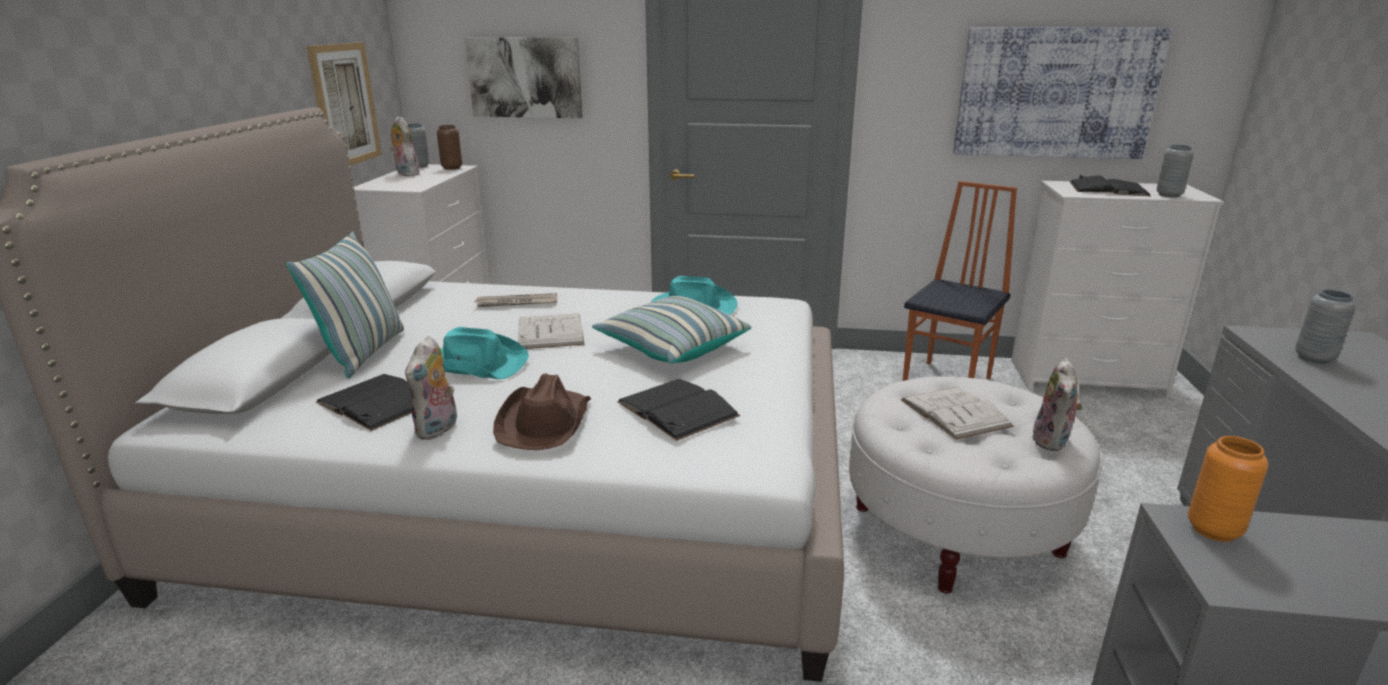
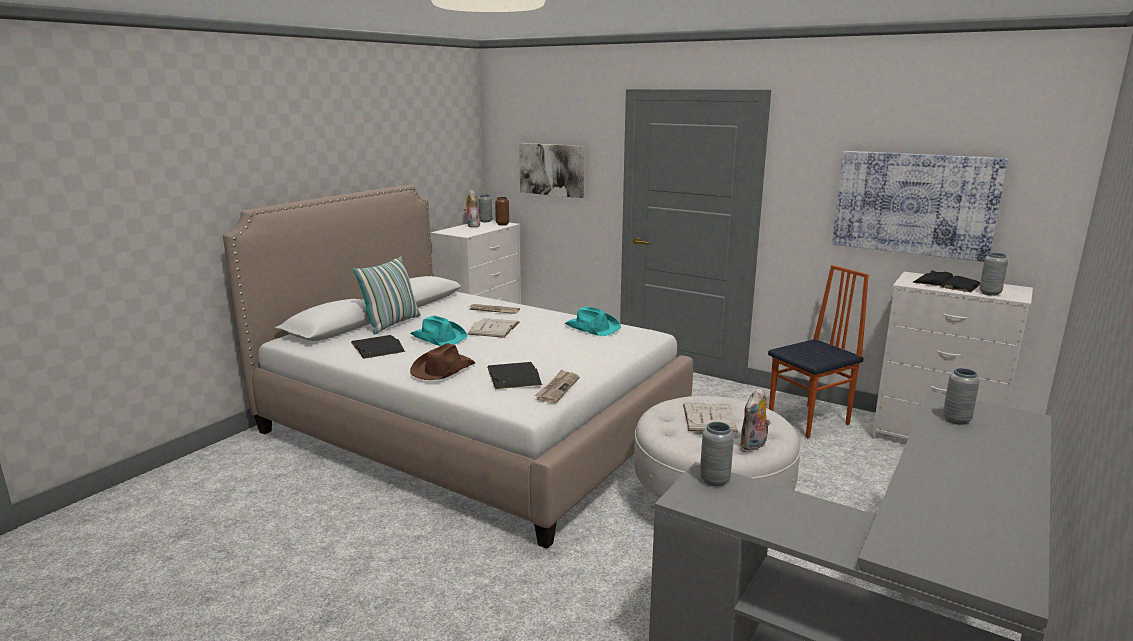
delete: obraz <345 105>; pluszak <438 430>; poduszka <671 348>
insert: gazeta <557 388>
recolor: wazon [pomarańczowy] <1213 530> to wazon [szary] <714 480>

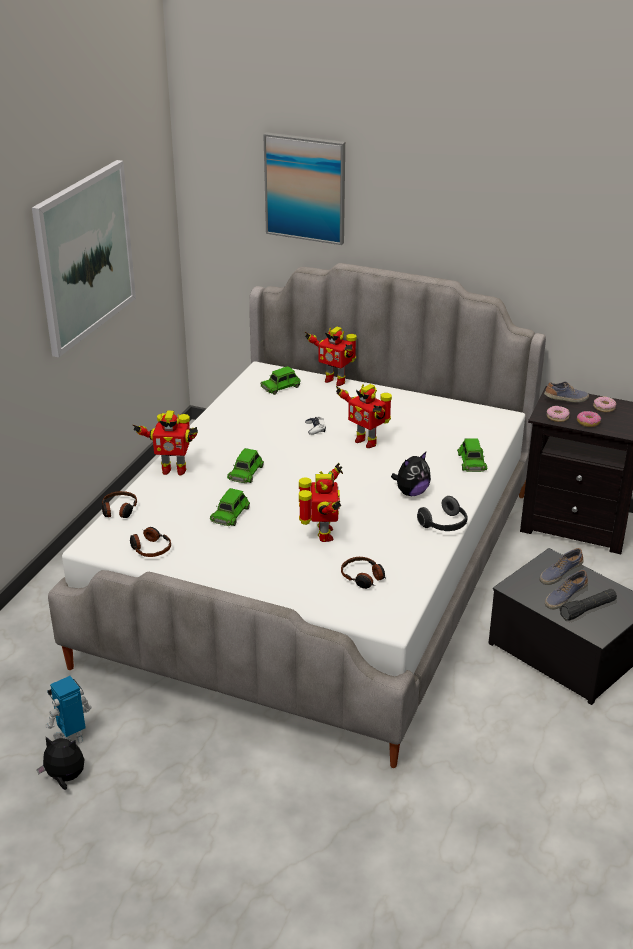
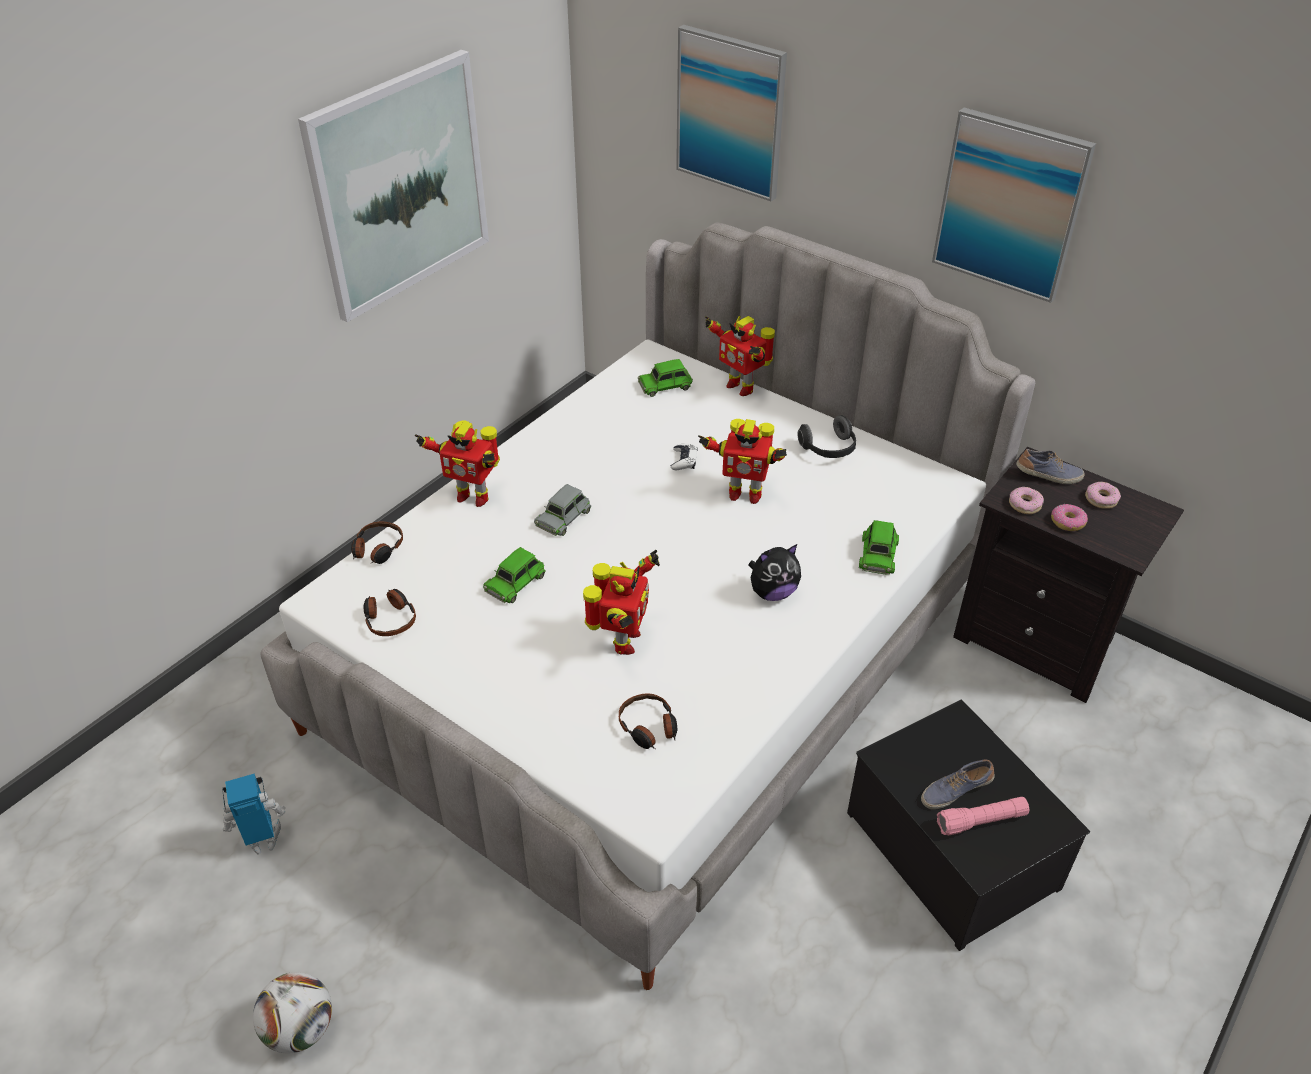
delete: pluszak <65 778>; but <560 573>
insert: piłka futbolowa <300 1028>; obraz <1010 204>
move: słuchawki <444 525> to <829 449>
recolor: samochodzik [zielony] <246 472> to samochodzik [szary] <563 517>; latarka [czarny] <587 610> to latarka [różowy] <981 821>
rotate: robot zabawkowy <366 441> = <744 494> 45 degrees counterclockwise

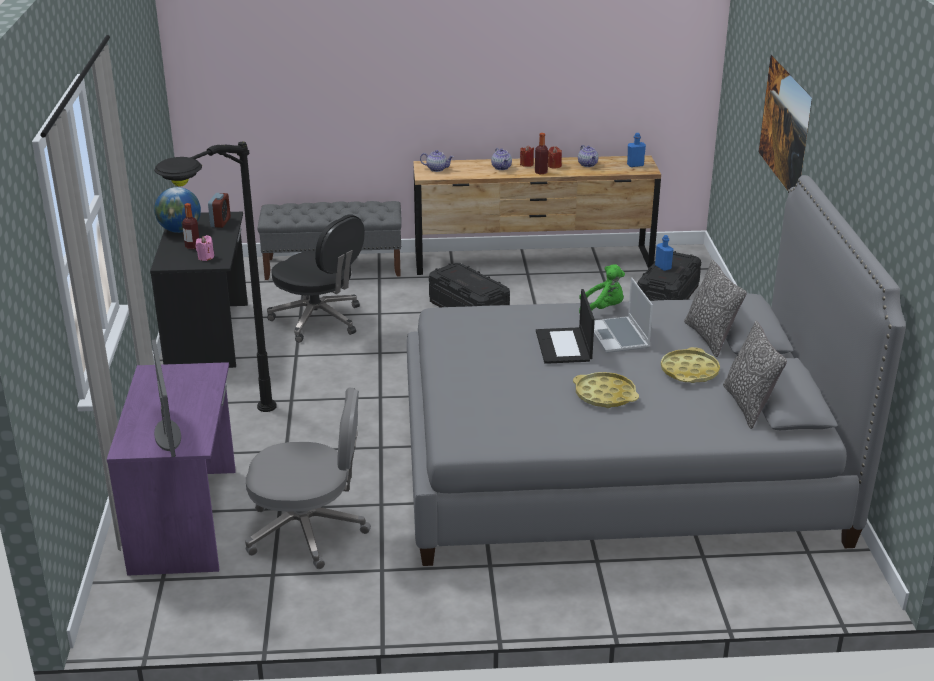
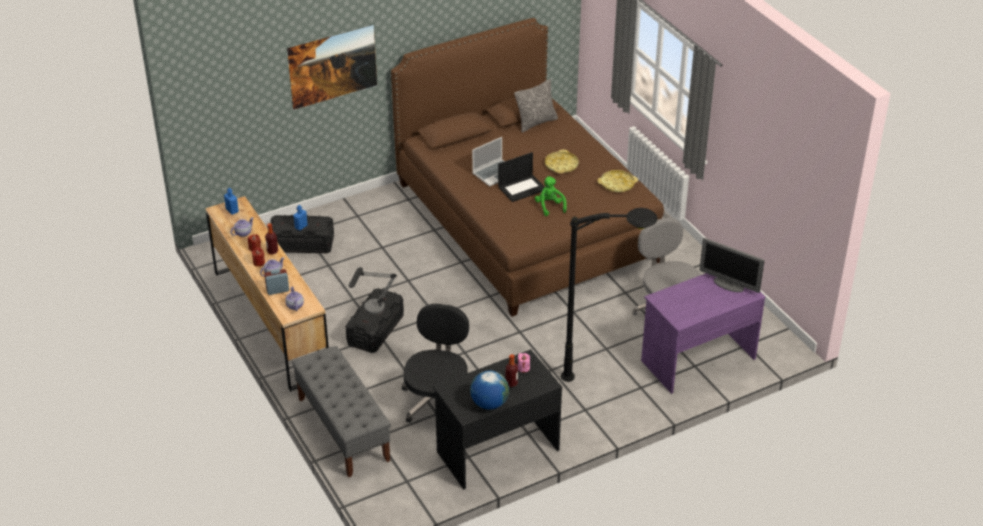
delete: poduszka <710 338>
insert: lampa stołowa <371 311>
move: budzik <220 222> to <277 290>; pluszak [zielony] <603 309> to <549 206>; taca [żółty] <689 371> to <617 184>
recolor: łóżko [szary] <616 466> to łóżko [brązowy] <526 221>
rotate: monitor <167 435> = <729 285> 105 degrees counterclockwise

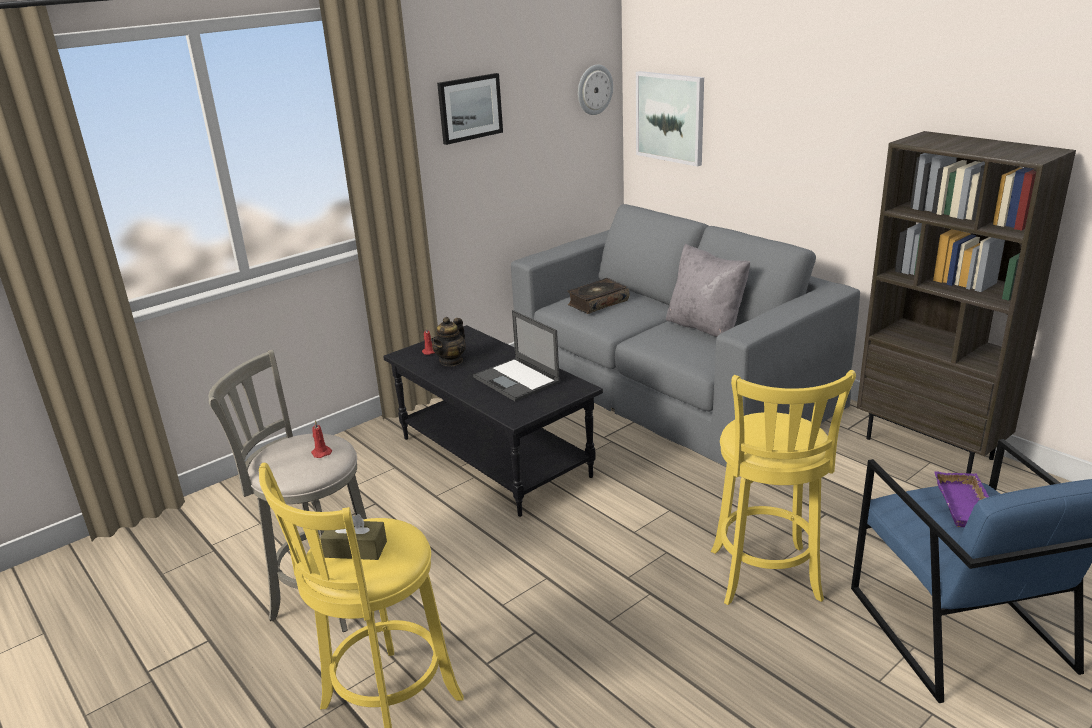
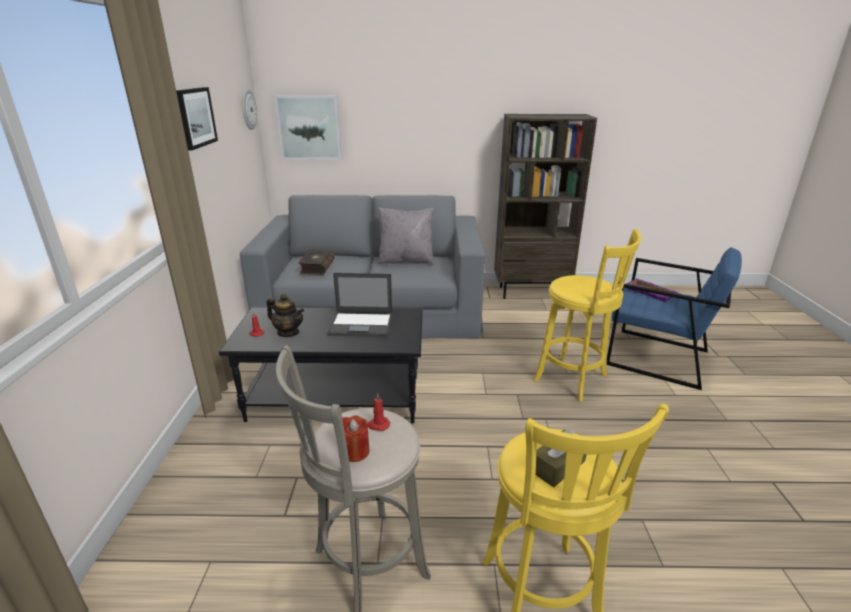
insert: świeca [czerwony] <355 452>
rotate: imbryk <451 361> = <288 332> 45 degrees counterclockwise

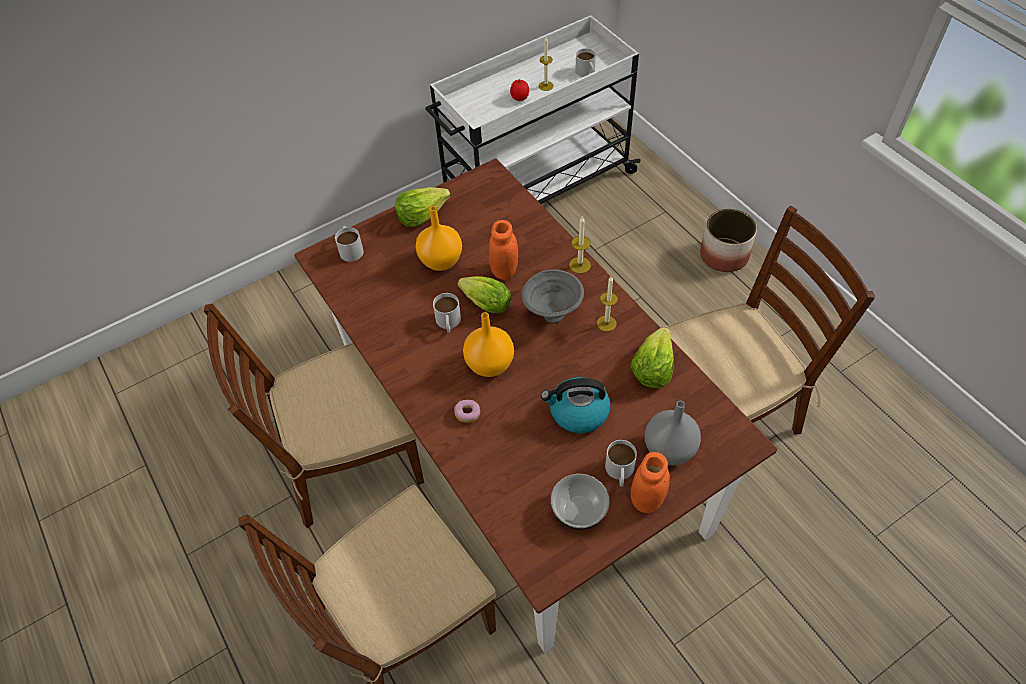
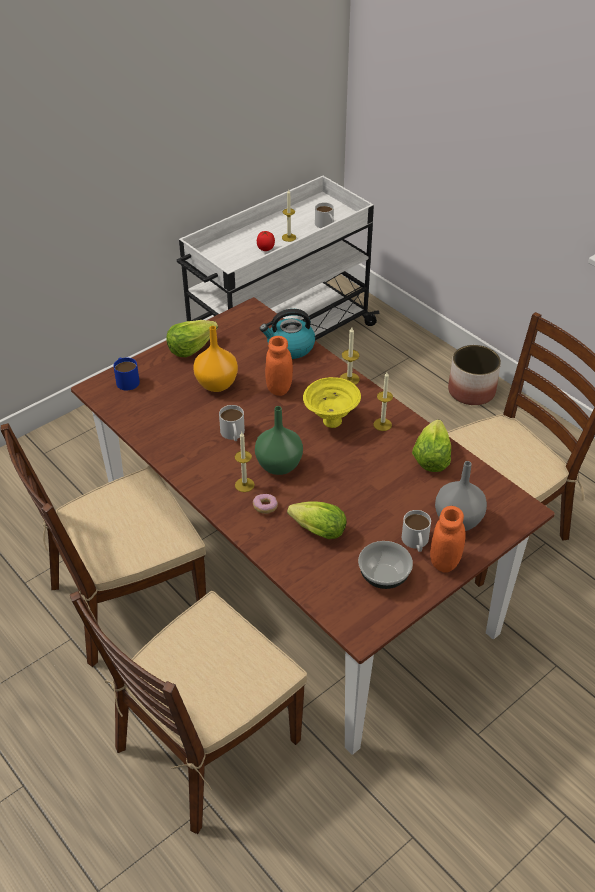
insert: świeca <244 485>
move: sałata <484 303> to <315 530>; czajnik <578 412> to <290 347>
recolor: kubek [biały] <350 248> to kubek [niebieski] <126 379>; wazon [pomarańczowy] <489 365> to wazon [zielony] <278 466>; miska [szary] <552 316> to miska [żółty] <330 422>

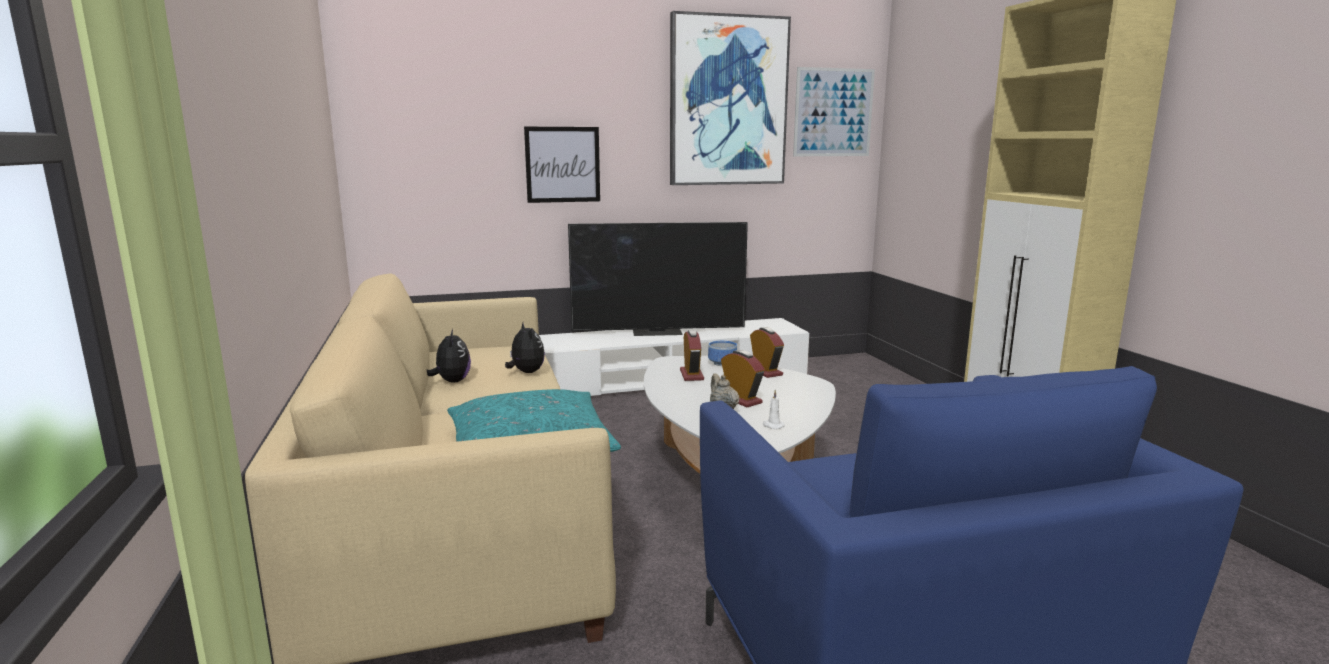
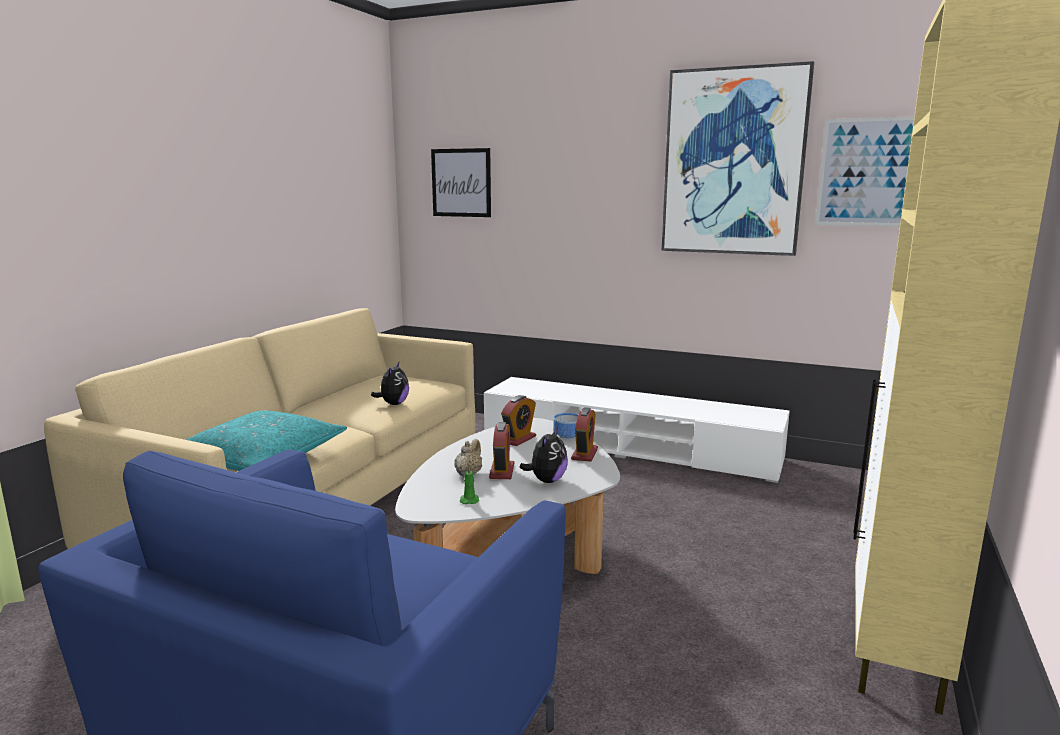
delete: telewizor <658 332>
move: pluszak <452 381> to <547 480>; obraz <562 164> to <461 183>
recolor: świeca [biały] <772 426> to świeca [zielony] <469 500>

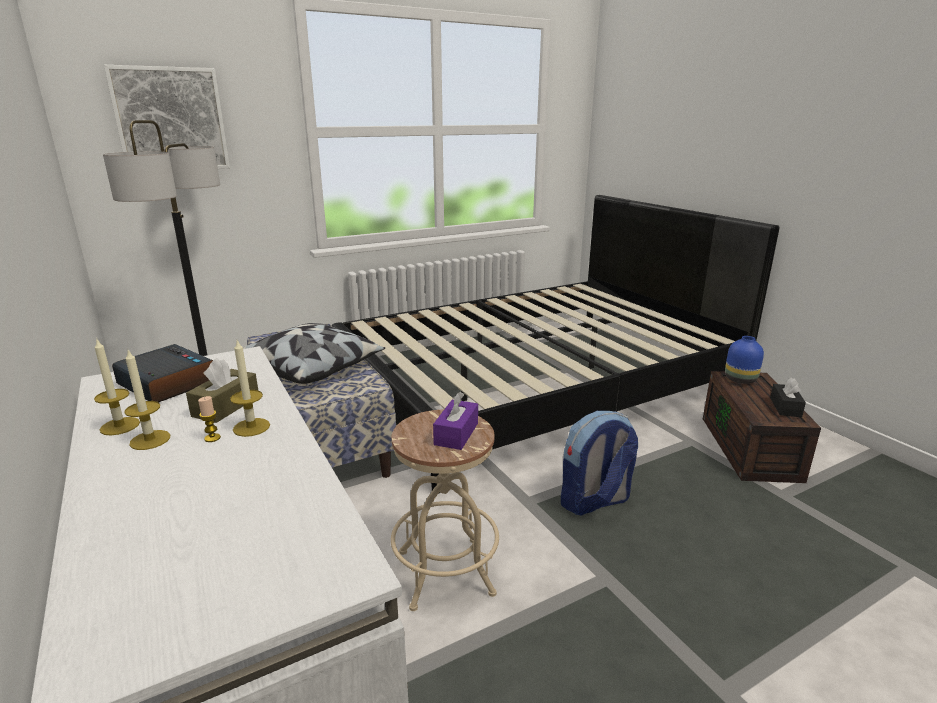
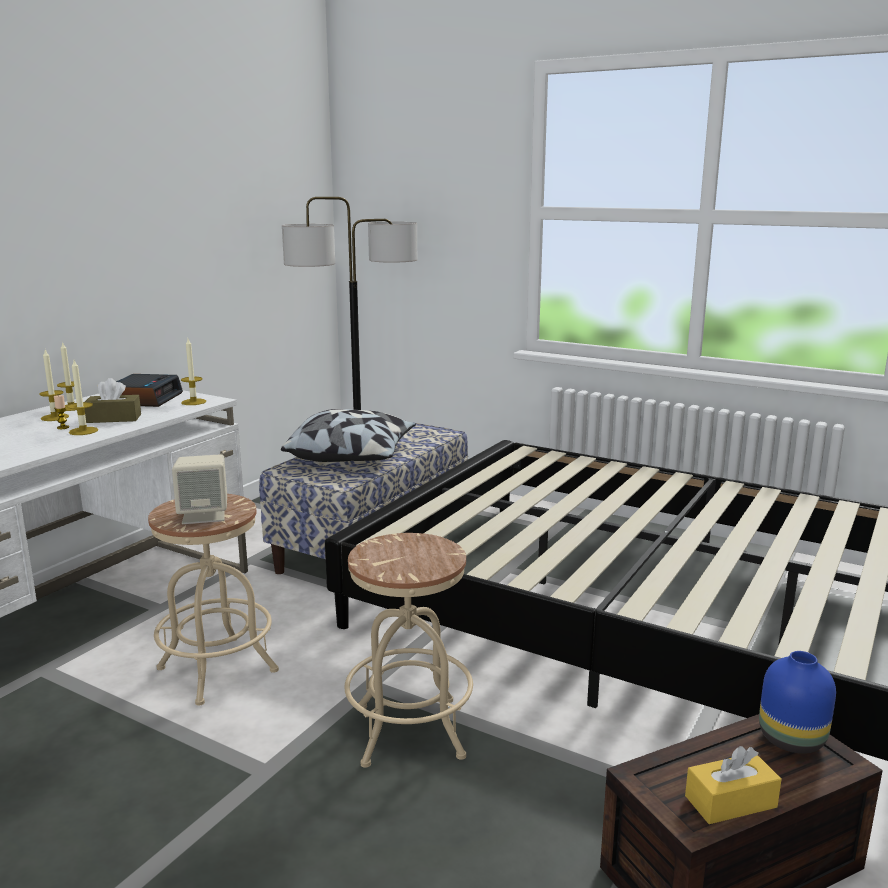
delete: obraz <170 120>
insert: świeca <193 402>
replace: pudełko chusteczek [fioletowy] <456 434> to głośnik [beżowy] <204 515>; plecak <594 502> to stołek [beżowy] <409 731>
recolor: pudełko chusteczek [czarny] <785 407> to pudełko chusteczek [żółty] <730 801>

